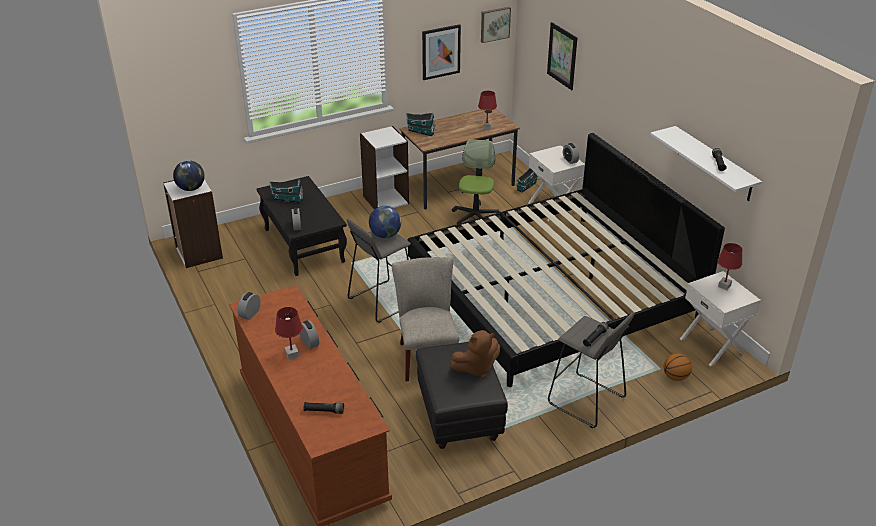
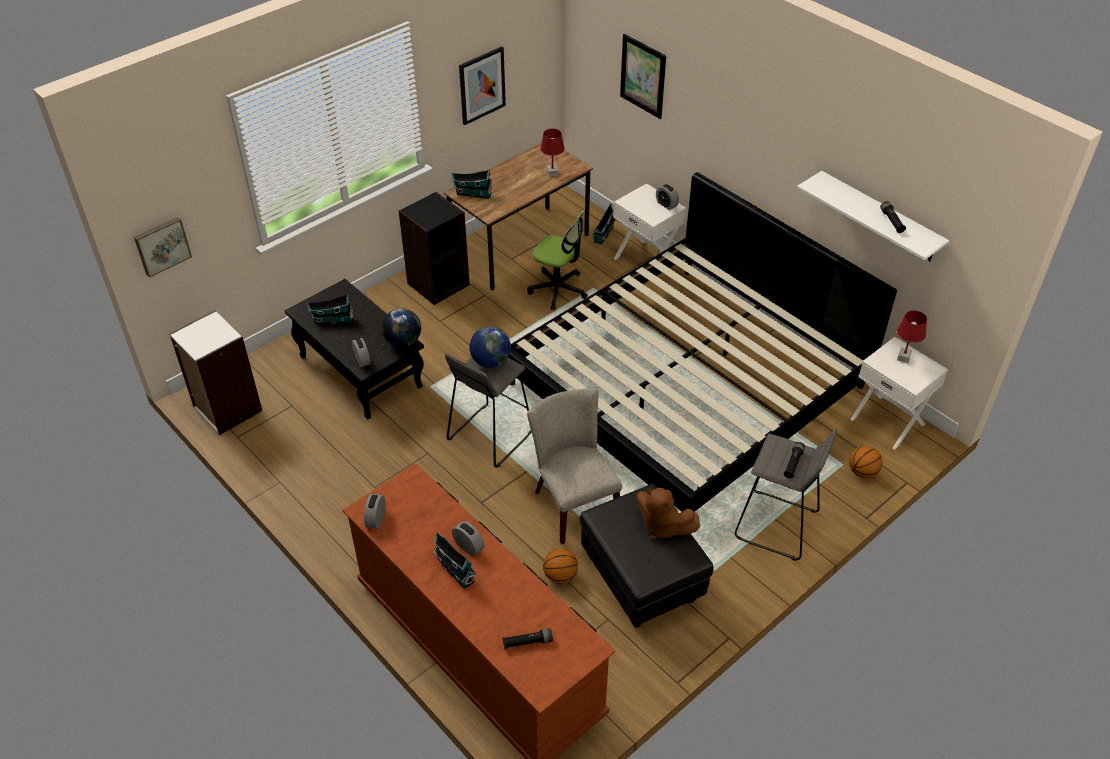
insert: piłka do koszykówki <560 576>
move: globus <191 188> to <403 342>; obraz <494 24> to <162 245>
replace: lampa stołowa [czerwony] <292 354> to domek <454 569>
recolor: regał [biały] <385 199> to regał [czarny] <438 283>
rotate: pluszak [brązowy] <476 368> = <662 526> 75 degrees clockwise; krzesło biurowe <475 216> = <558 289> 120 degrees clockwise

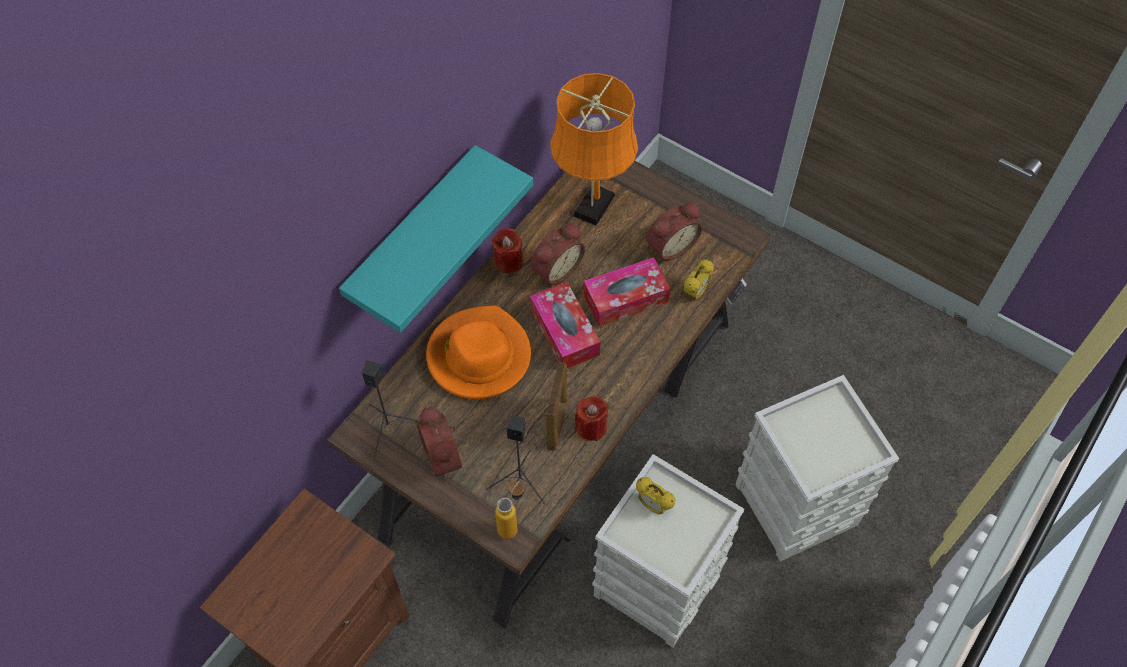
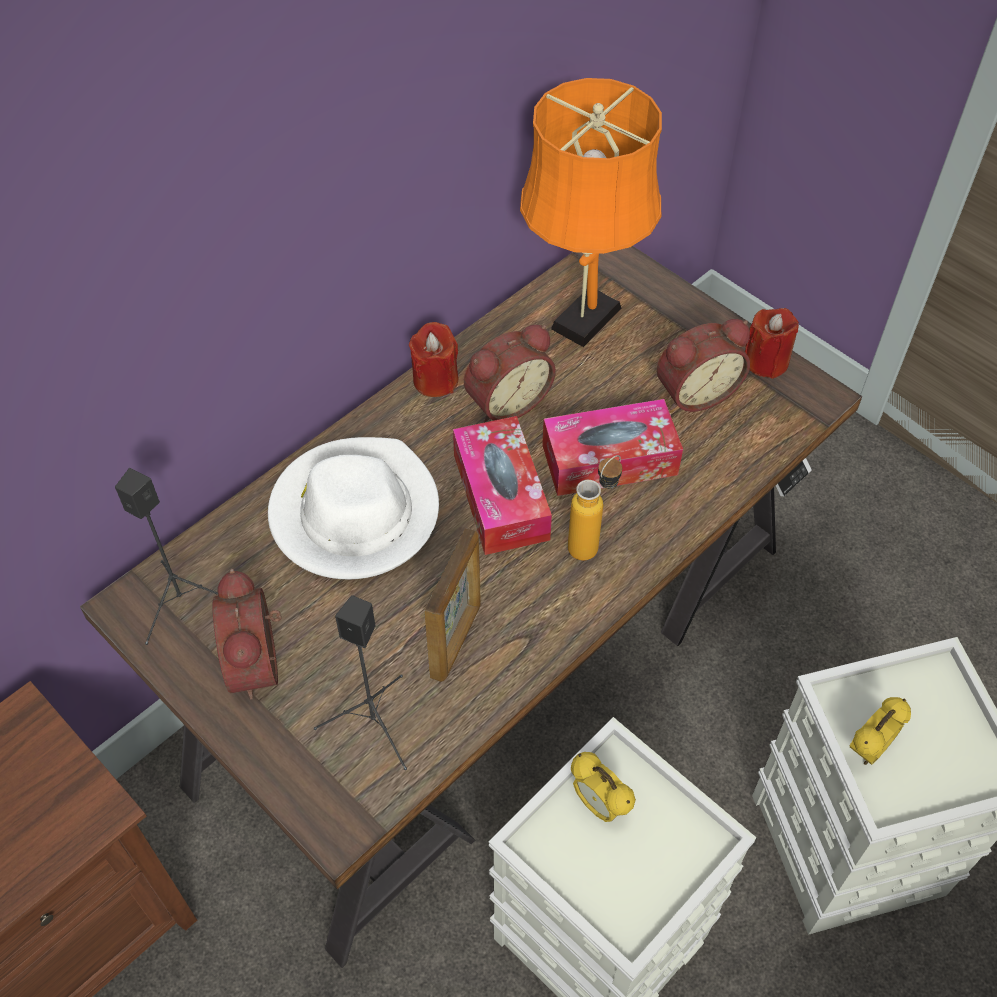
delete: półka [turkusowy] <413 236>
move: butelka <512 524> to <591 541>; świeca [czerwony] <591 427> to <766 361>; budzik <695 292> to <868 750>
recolor: kapelusz [pomarańczowy] <478 356> to kapelusz [biały] <354 513>

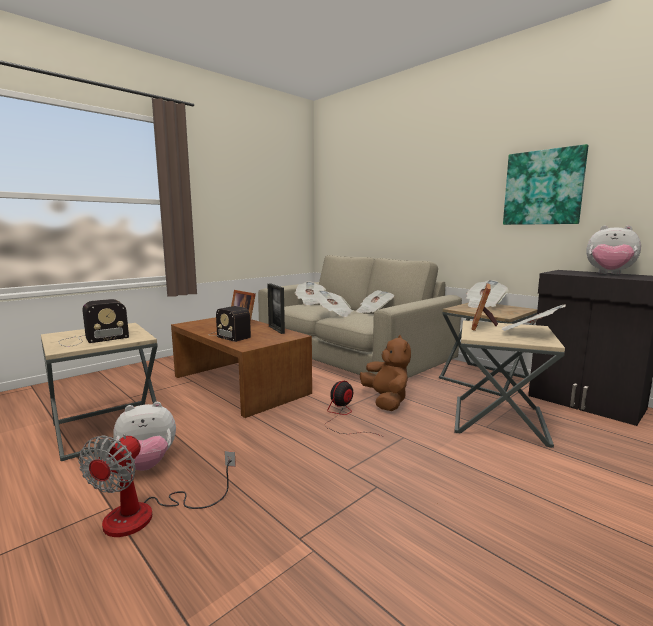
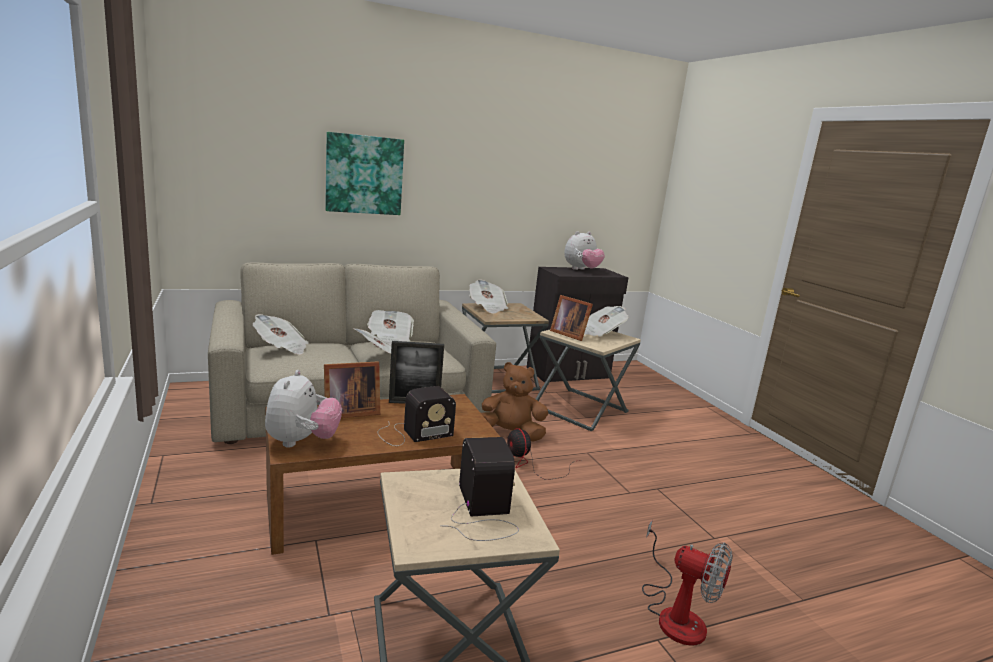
move: pluszak <147 464> to <302 442>; obraz <543 187> to <364 174>

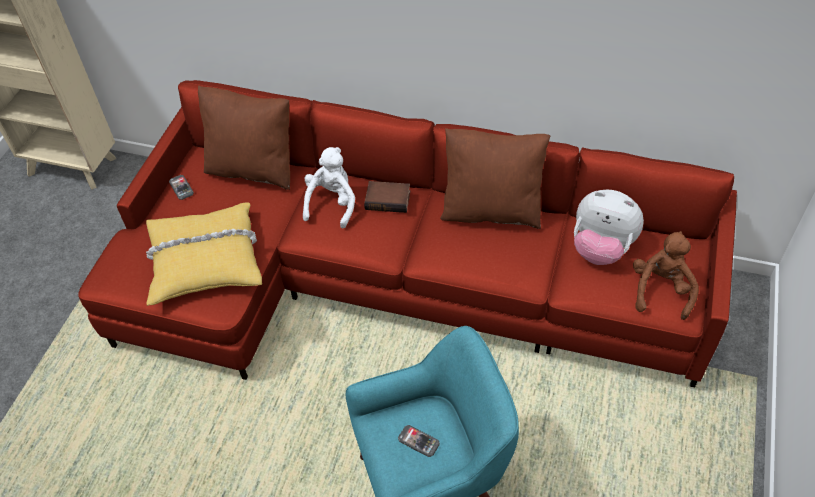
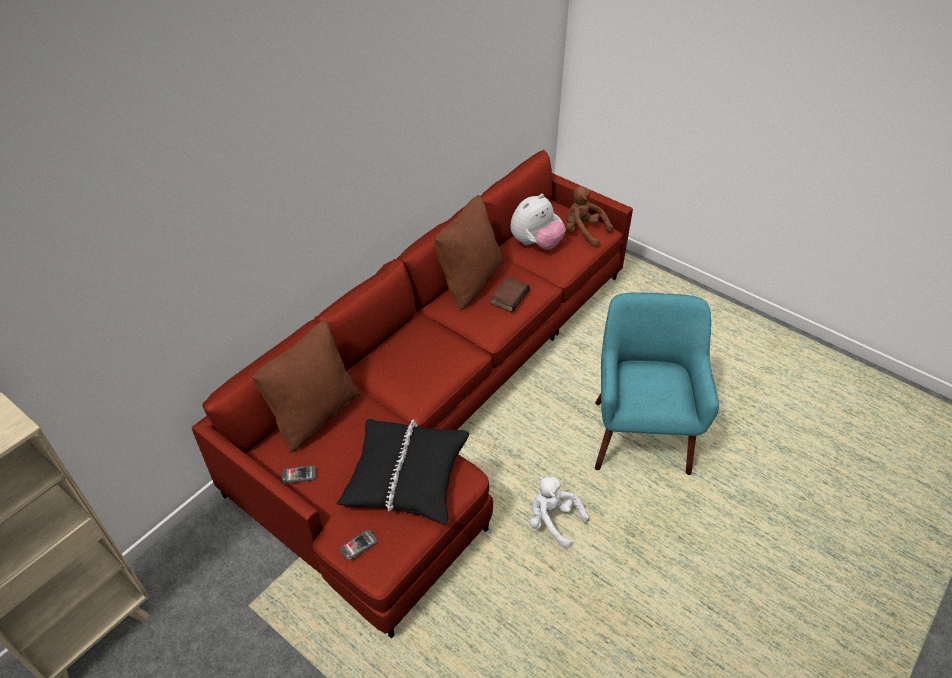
move: pluszak [biały] <332 203> to <552 521>; książka <388 199> to <508 297>; telefon <418 441> to <359 545>
recolor: poduszka [żółty] <205 260> to poduszka [czarny] <406 476>

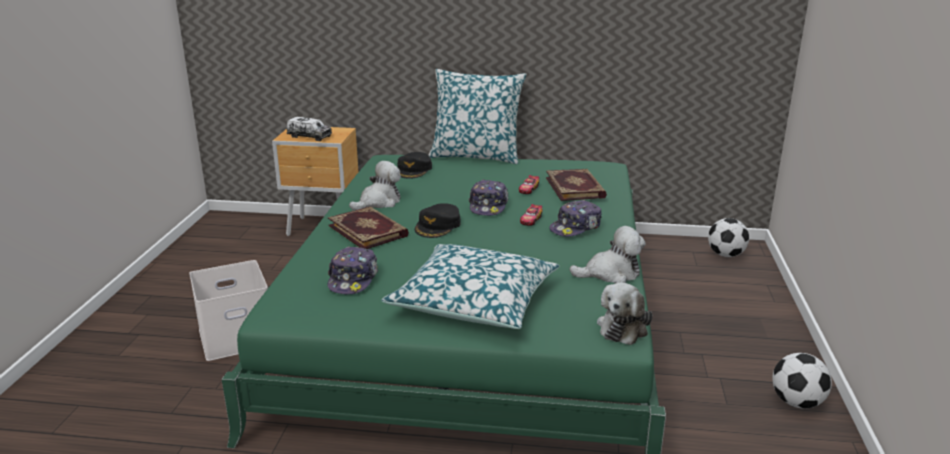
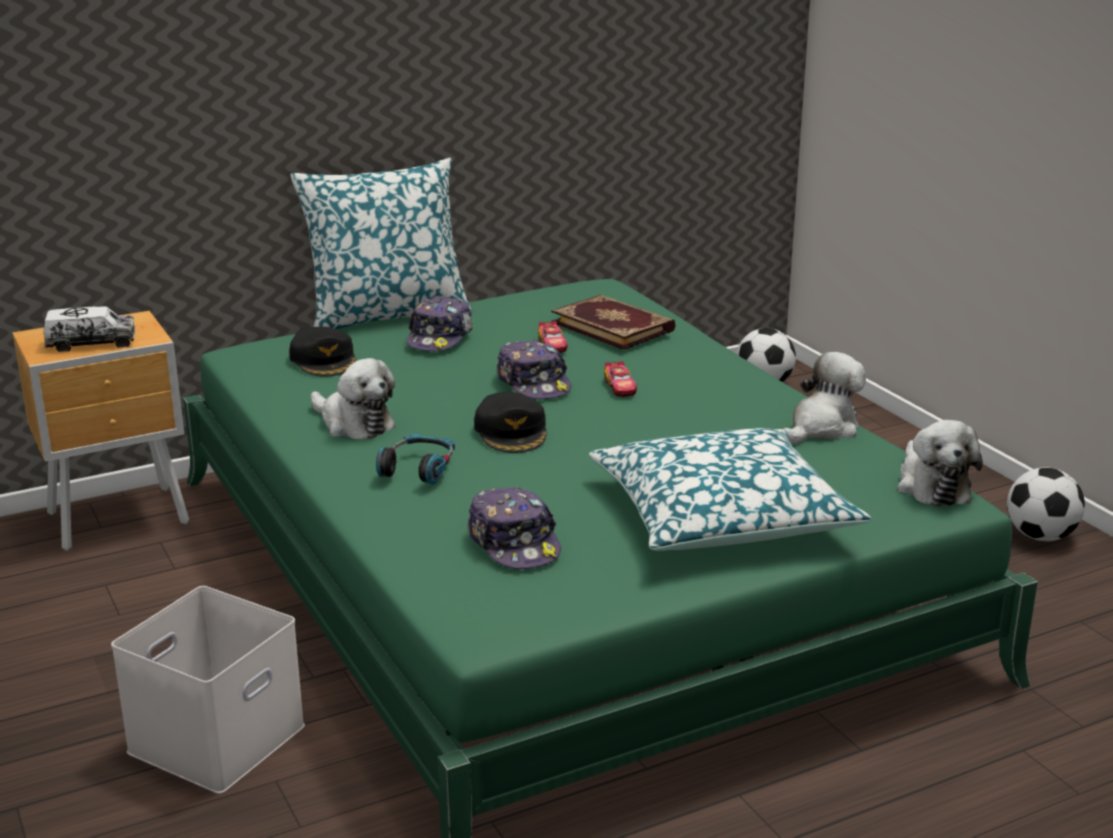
move: czapka z daszkiem <576 227> to <440 337>
replace: książka <369 230> to słuchawki <418 468>
rotate: pluszak <379 202> = <354 424> 120 degrees clockwise

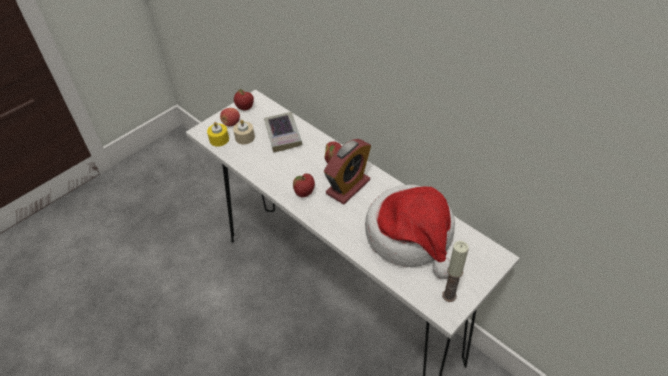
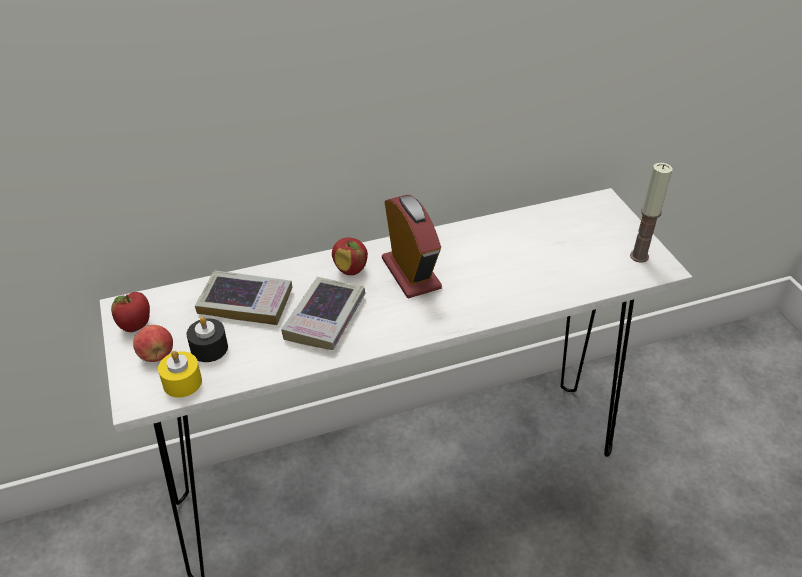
delete: jabłko <304 193>; kapelusz <411 236>
insert: książka <325 318>
recolor: świeca [beżowy] <245 137> to świeca [czarny] <209 348>

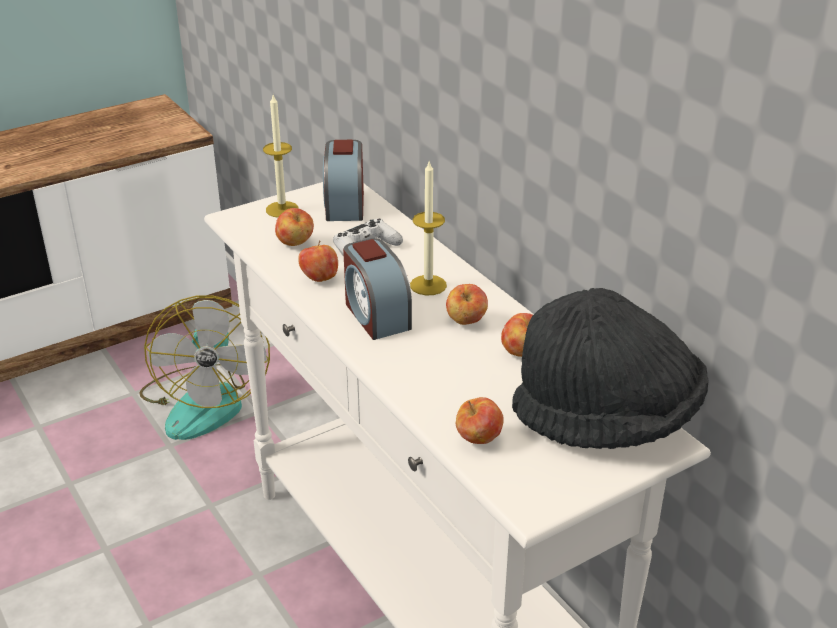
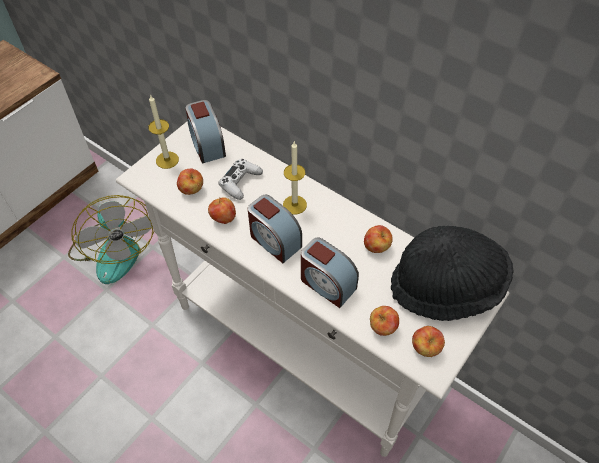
insert: budzik <327 284>
move: jabłko <466 322> to <425 348>

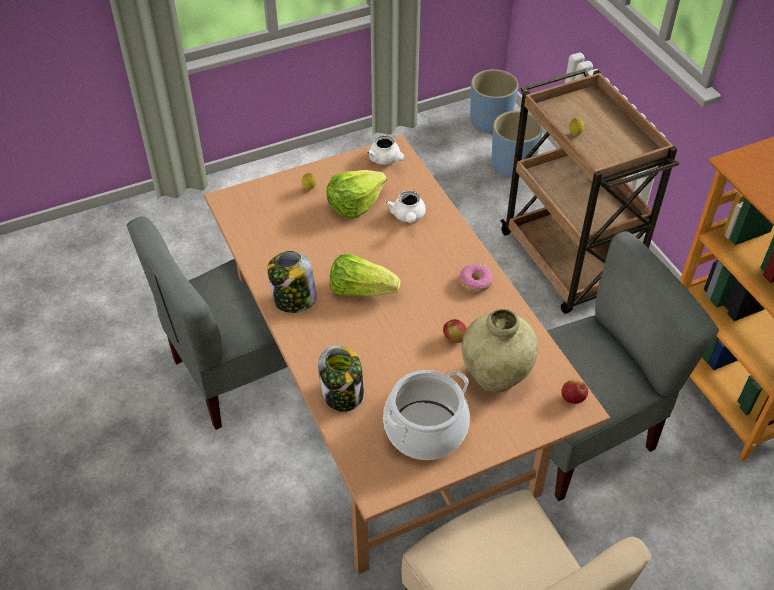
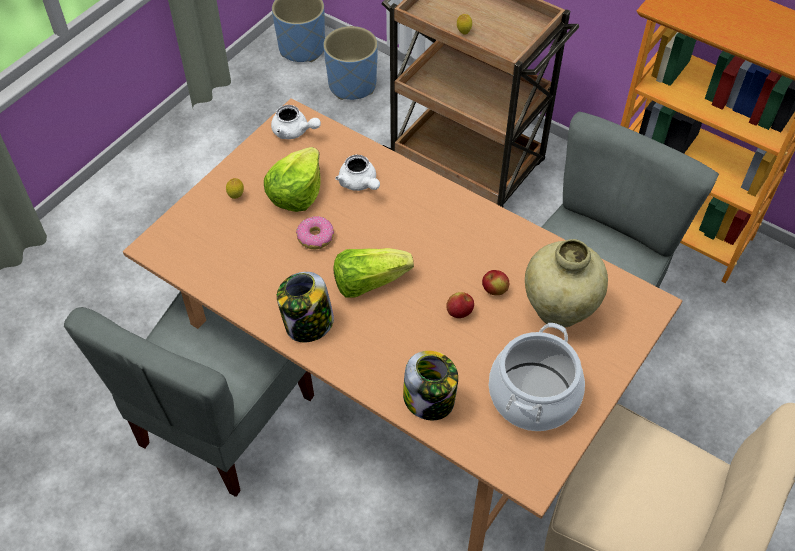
move: donut <475 282> to <315 237>; jabłko <572 399> to <459 312>

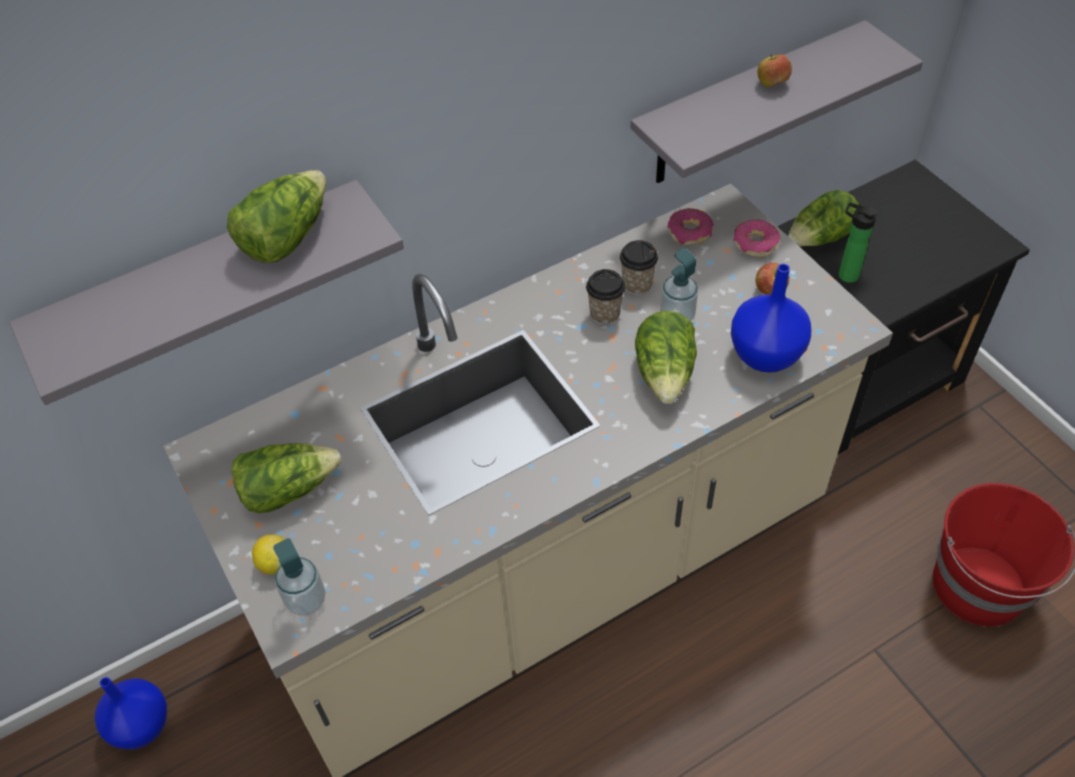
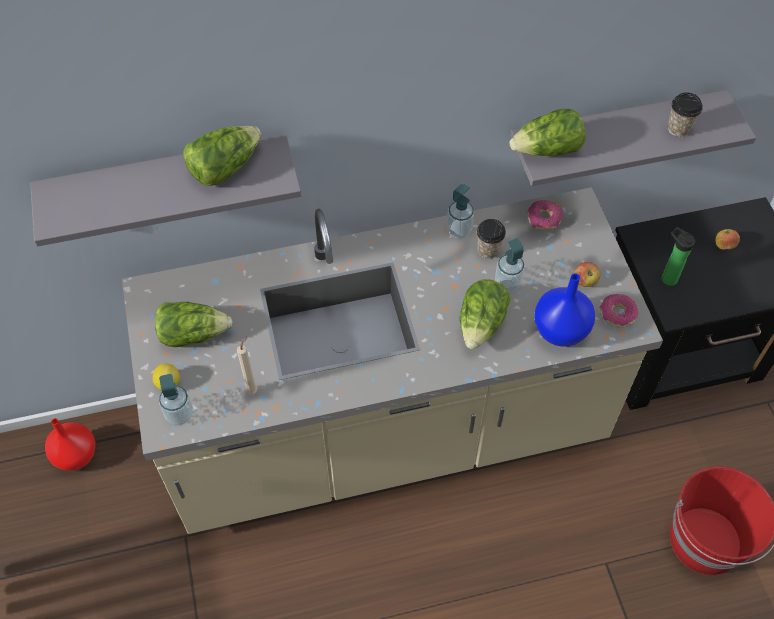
insert: świeca [beżowy] <253 390>; dozownik mydła <459 230>
move: filiżanka <605 314> to <678 128>; donut <755 244> to <617 314>; jabłko <772 84> to <724 246>; sałata <820 238> to <547 150>
recolor: wazon [niebieski] <142 727> to wazon [czerwony] <76 457>

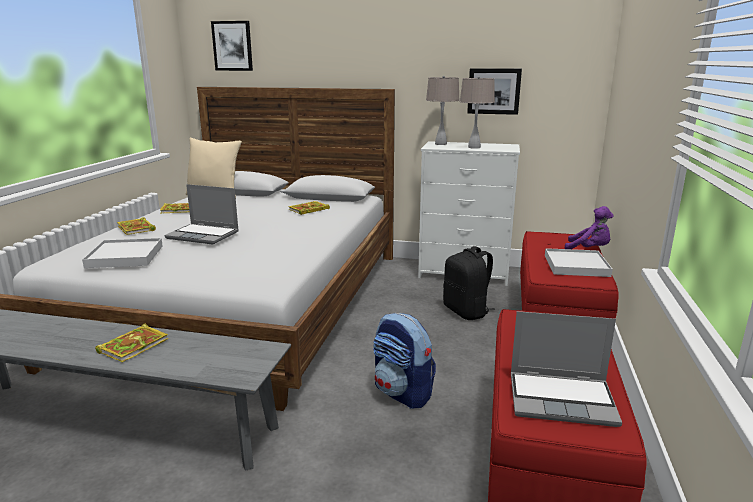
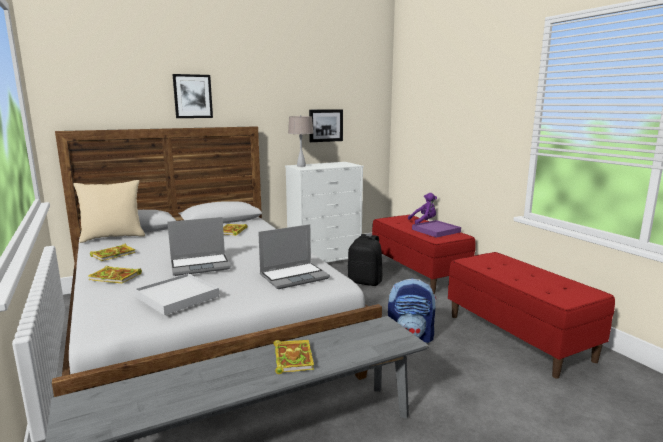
delete: lampa stołowa [beżowy] <474 147>
move: obraz <232 46> to <192 96>; laptop <562 399> to <294 276>
recolor: taca [biały] <576 265> to taca [fioletowy] <435 231>

